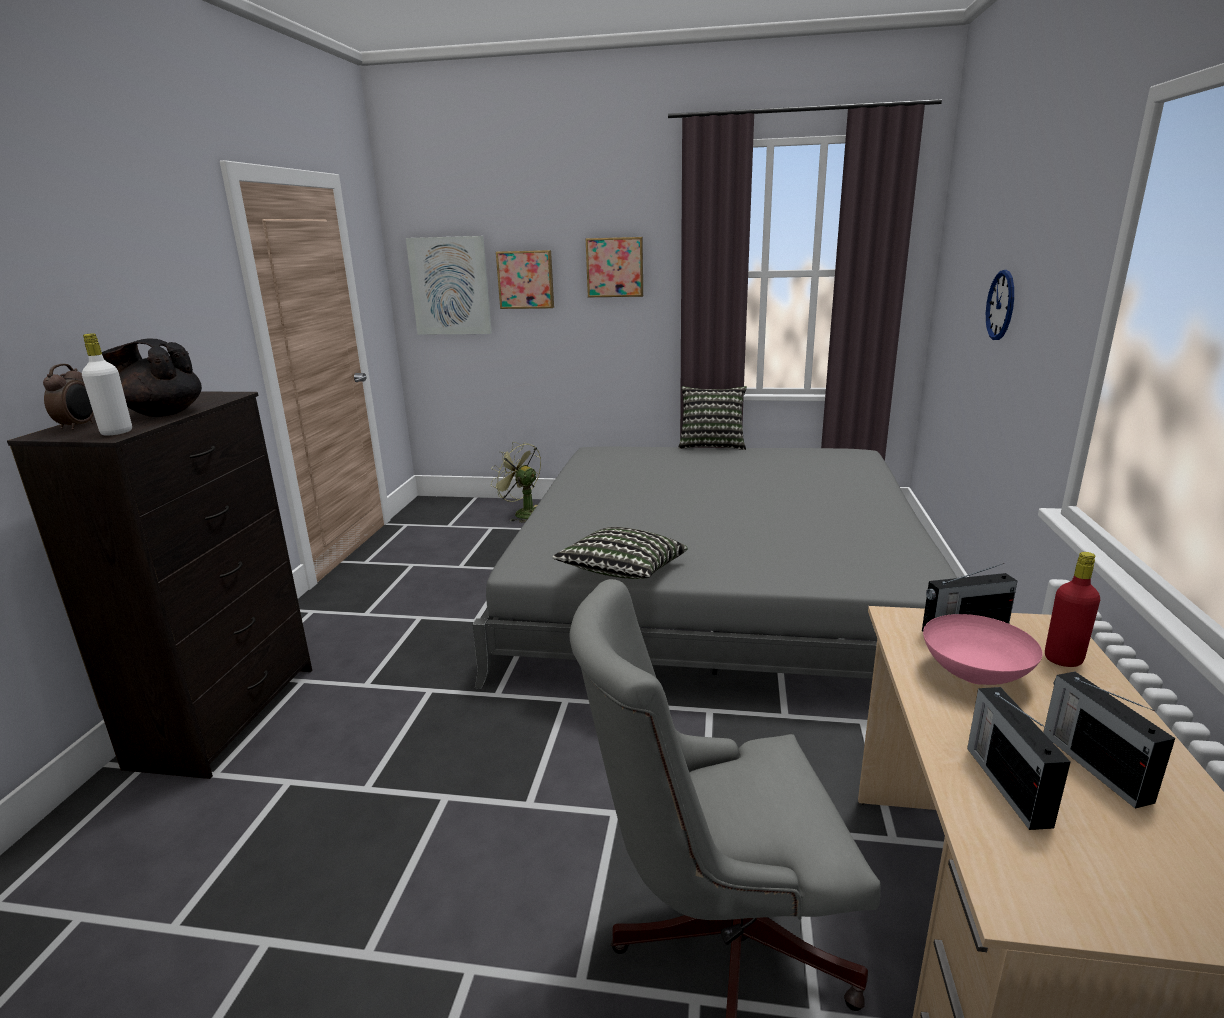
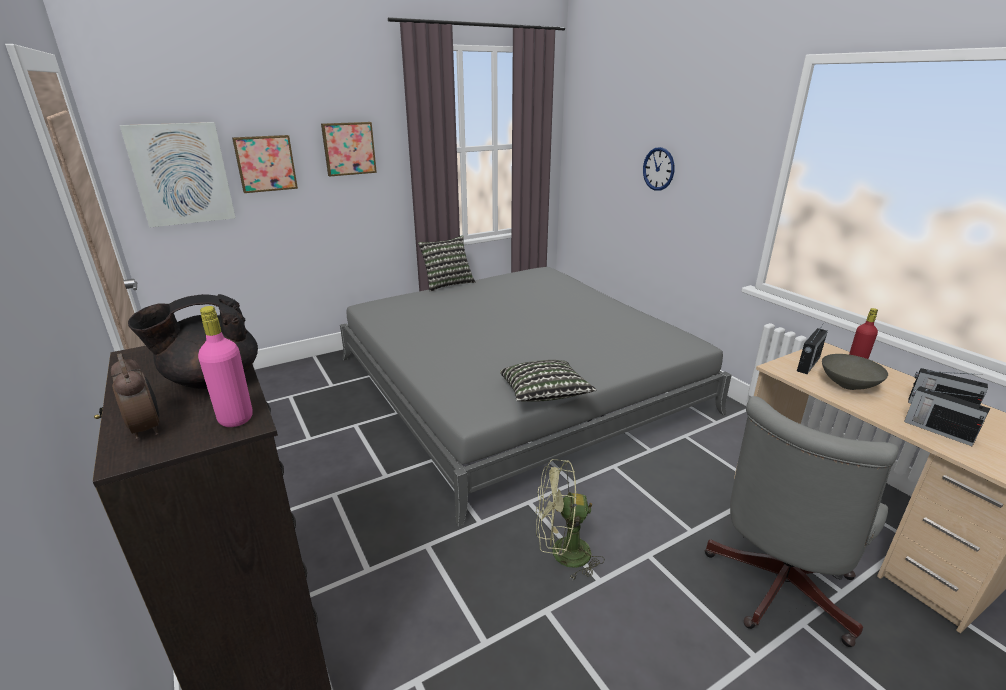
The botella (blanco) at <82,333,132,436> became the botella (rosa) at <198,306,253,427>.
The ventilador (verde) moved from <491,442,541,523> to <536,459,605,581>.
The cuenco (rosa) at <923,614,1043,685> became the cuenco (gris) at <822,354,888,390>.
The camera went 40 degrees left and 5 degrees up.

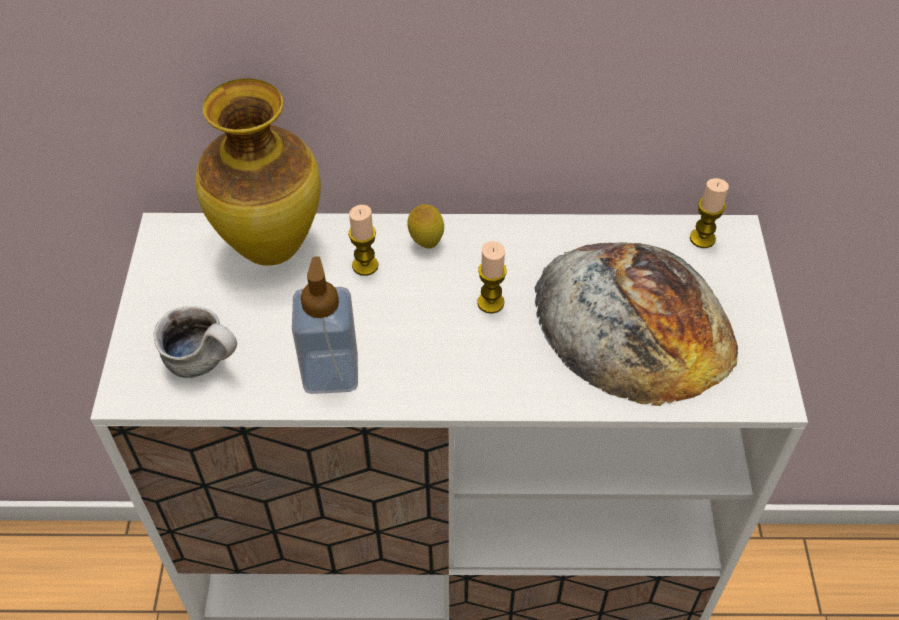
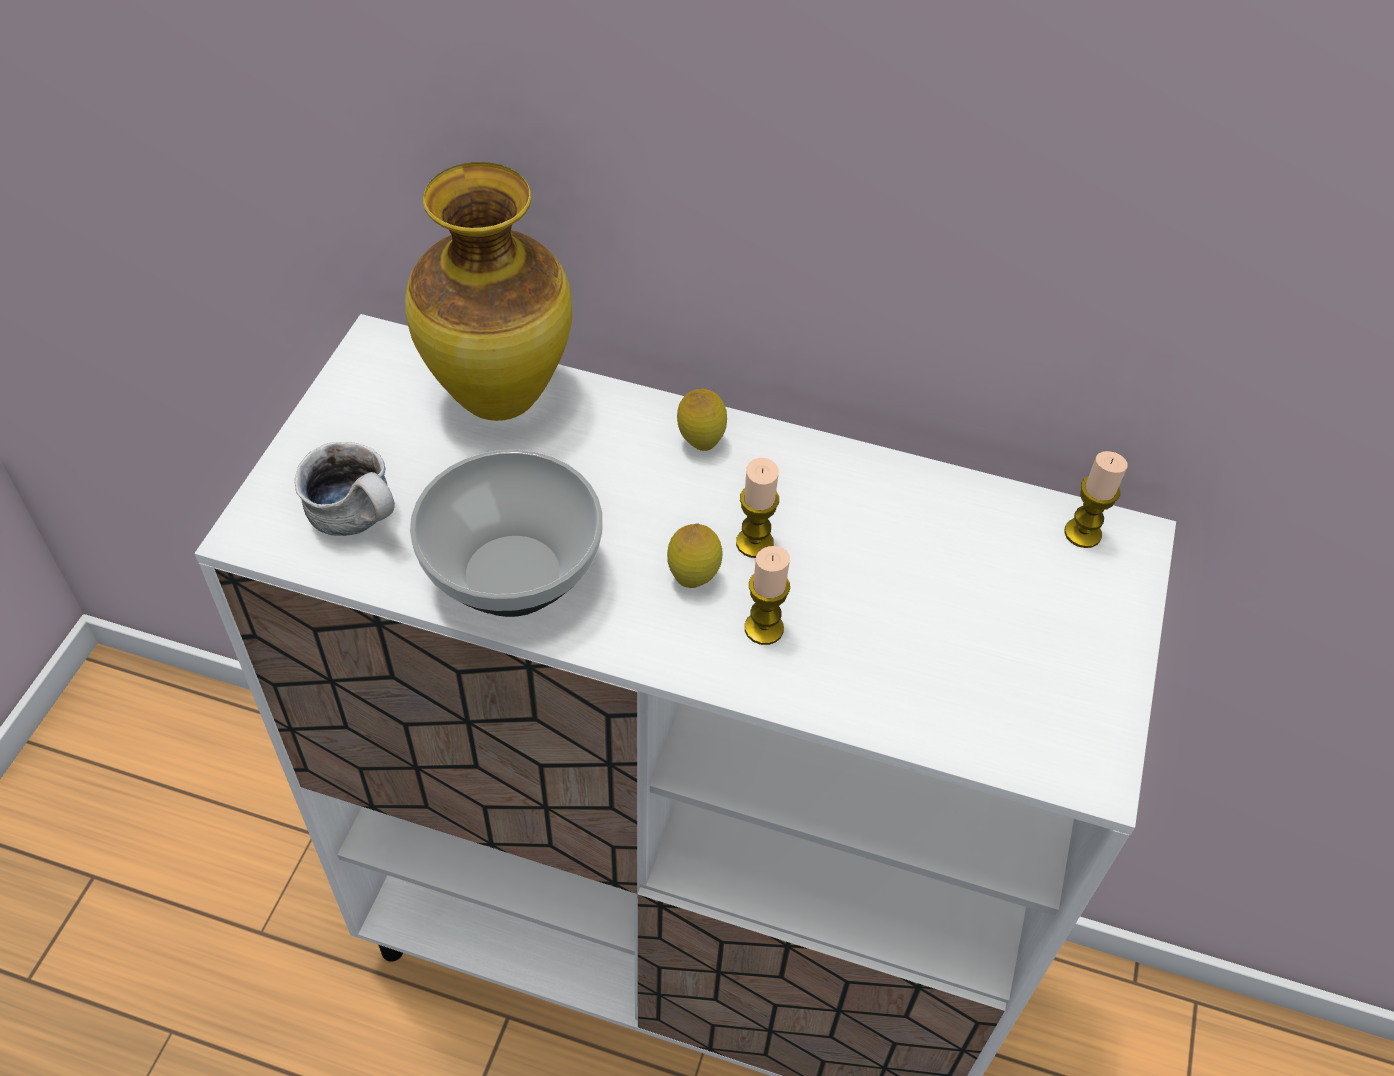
The dispensador de jabón at <292,256,358,394> was replaced by the cuenco at <410,450,603,617>.
The vela moved from <348,205,379,276> to <745,546,790,645>.
The pan at <534,242,738,406> disappeared.
The limón at <667,523,722,588> appeared.
The camera went 15 degrees right and 0 degrees up.

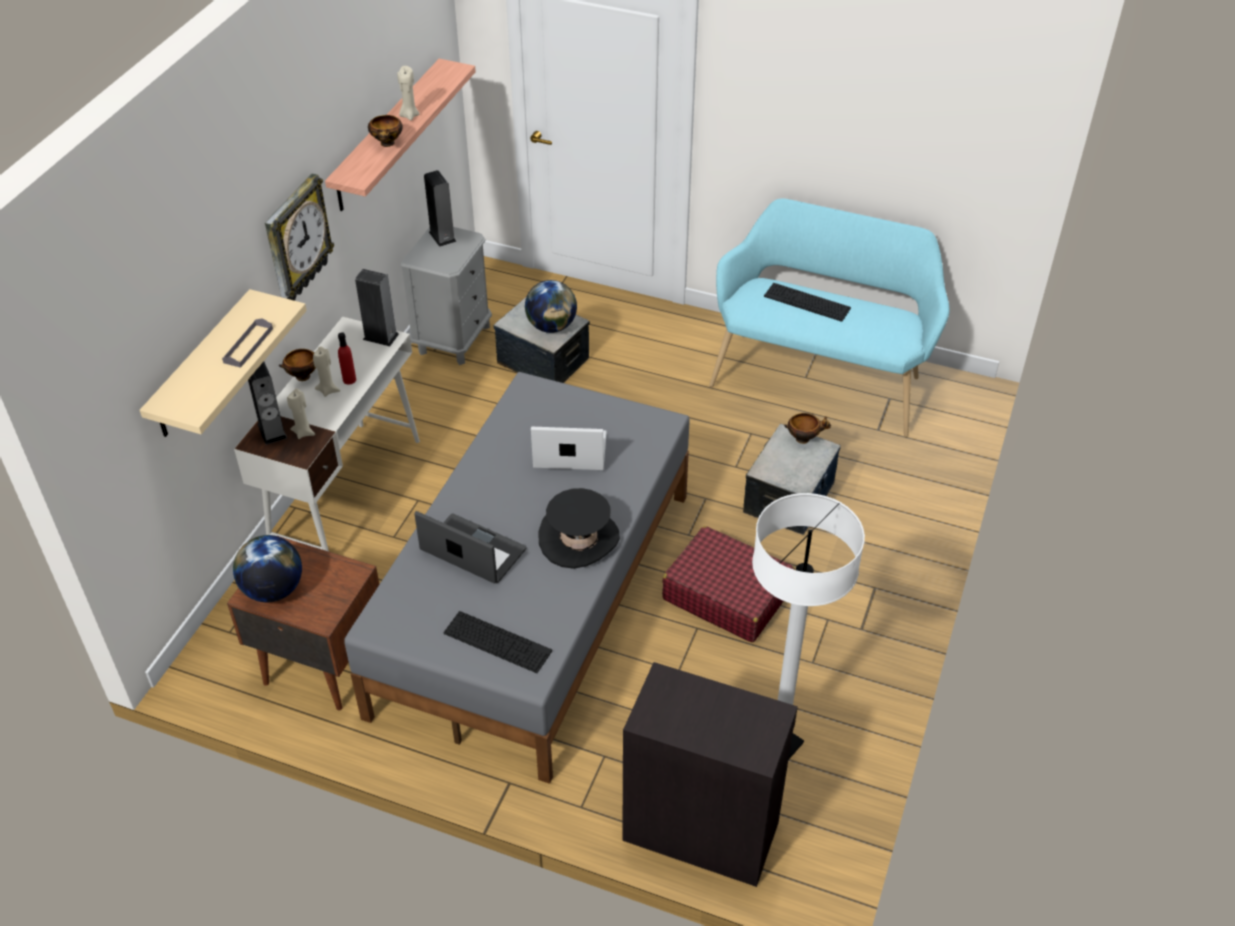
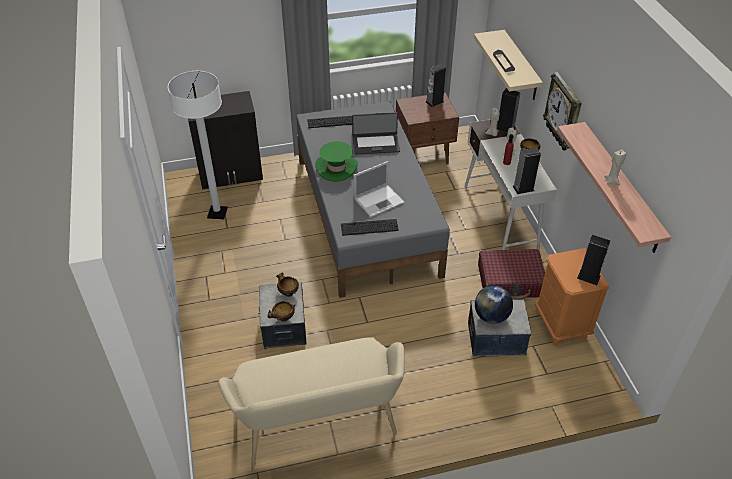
The globo terráqueo at <233,535,302,602> was replaced by the altavoz at <426,64,446,107>.
The cuenco moved from <368,115,403,147> to <276,272,299,297>.
The mesita de noche (gris) at <400,227,492,365> became the mesita de noche (naranja) at <535,248,609,347>.
The sombrero (negro) at <538,488,620,569> became the sombrero (verde) at <316,141,358,182>.
The maleta (rojo) moved from <662,526,795,642> to <478,249,545,300>.
The banco (turquesa) at <709,199,949,437> became the banco (beis) at <218,337,405,467>.
The teclado moved from <764,283,851,322> to <341,219,399,236>.
The camera went 145 degrees right and 0 degrees up.

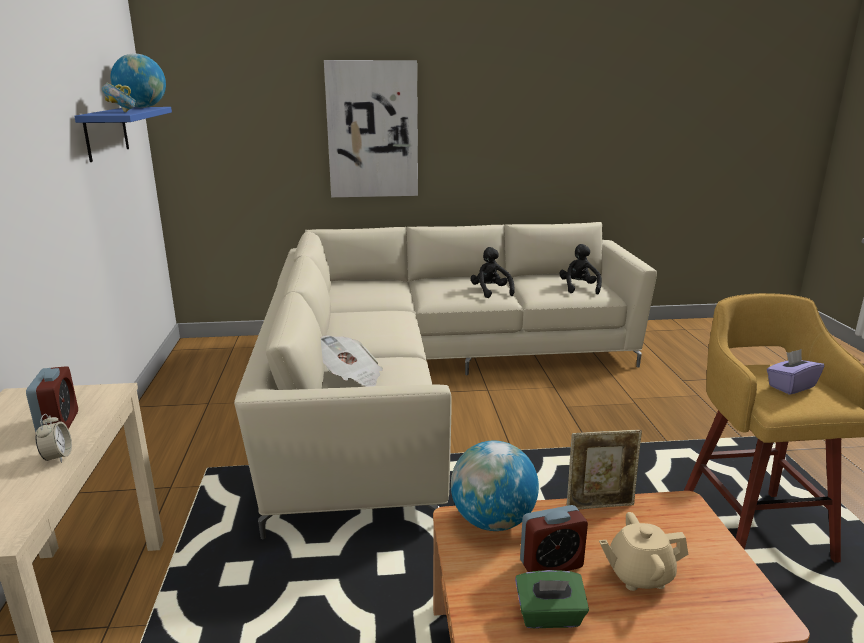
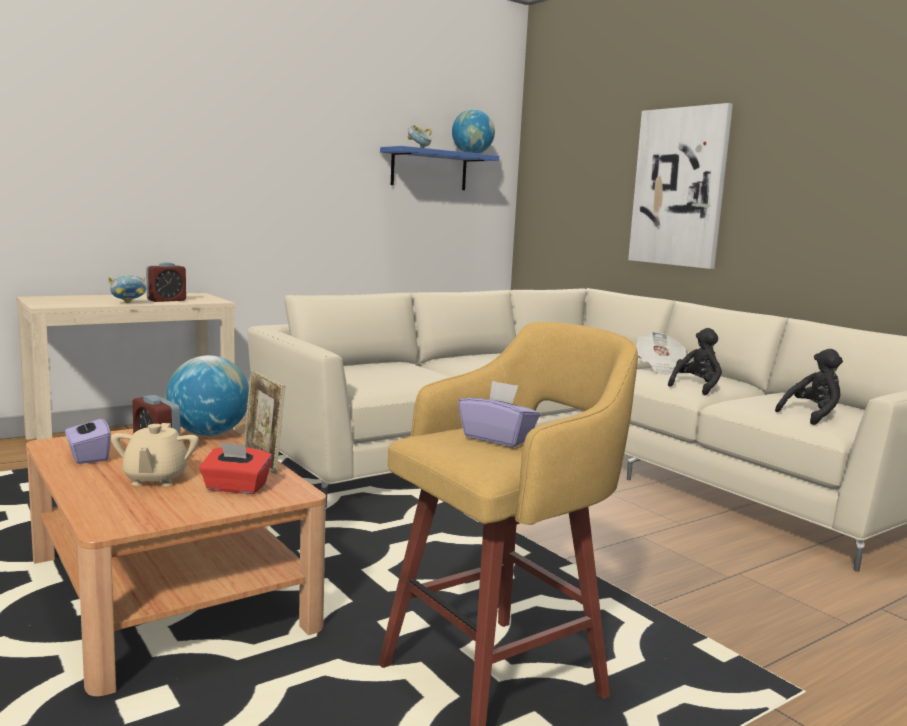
The despertador at <36,414,72,463> was replaced by the cuenco at <108,275,146,303>.
The periódico moved from <321,335,383,387> to <636,332,690,375>.
The caja de pañuelos (verde) at <515,570,589,629> became the caja de pañuelos (morado) at <65,411,111,464>.
The tetera (beis) at <599,512,688,591> turned 150 degrees counterclockwise.
The caja de pañuelos (rojo) at <199,442,272,494> appeared.
The camera went 60 degrees right and 10 degrees down.

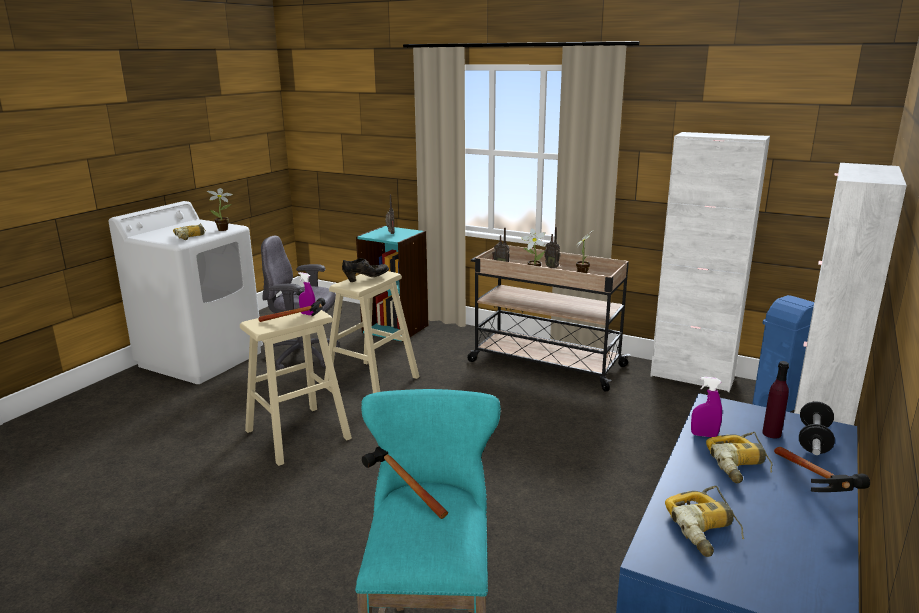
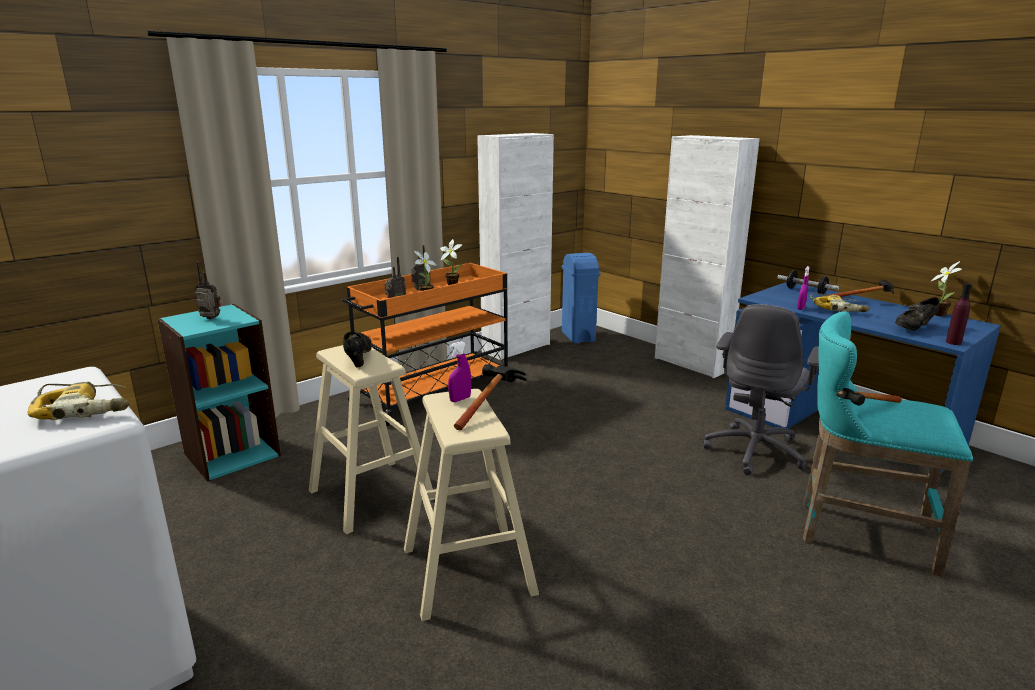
The planta en maceta moved from <207,188,233,231> to <931,261,962,317>.
The silla de oficina (gris) moved from <261,236,340,370> to <704,304,819,475>.
The carrito (beis) at <467,245,631,392> became the carrito (naranja) at <342,263,516,426>.
The taladro at <665,486,744,557> was replaced by the zapato (negro) at <895,297,940,331>.
The botella (morado) moved from <762,361,789,438> to <946,283,972,345>.
The camera went 70 degrees left and 0 degrees up.

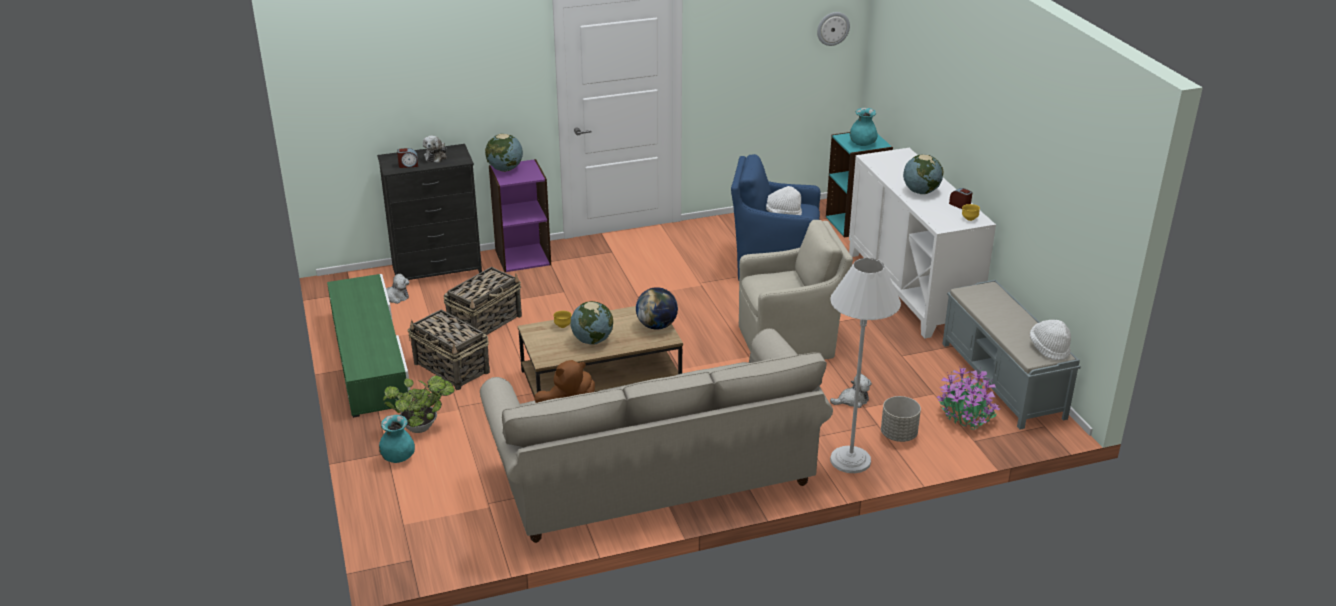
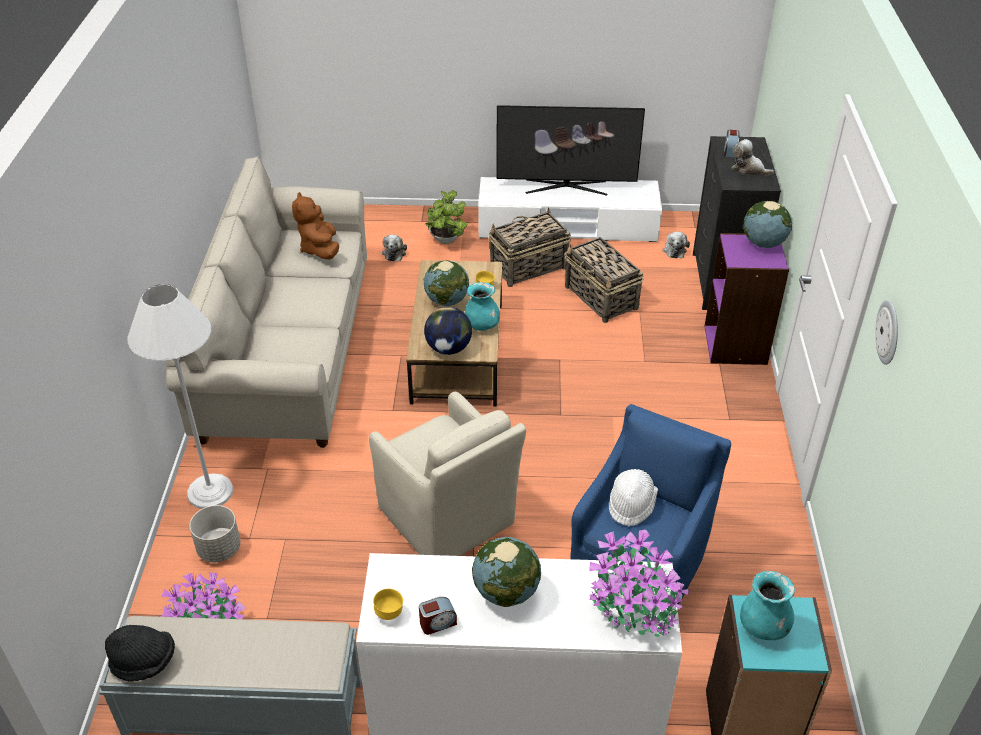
The mueble de televisión (verde) at <327,274,410,418> became the mueble de televisión (blanco) at <478,177,662,242>.
The florero (turquesa) moved from <379,415,415,463> to <465,282,500,331>.
The sillón (beis) at <739,220,853,359> turned 45 degrees counterclockwise.
The reloj de pared moved from <817,12,850,46> to <875,300,898,365>.
The peluche moved from <830,374,872,408> to <382,234,407,261>.
The sombrero (blanco) at <1030,320,1071,360> became the sombrero (negro) at <105,625,175,682>.
The televisor at <496,105,645,196> appeared.
The planta en maceta at <589,530,689,637> appeared.
The camera went 110 degrees right and 10 degrees up.

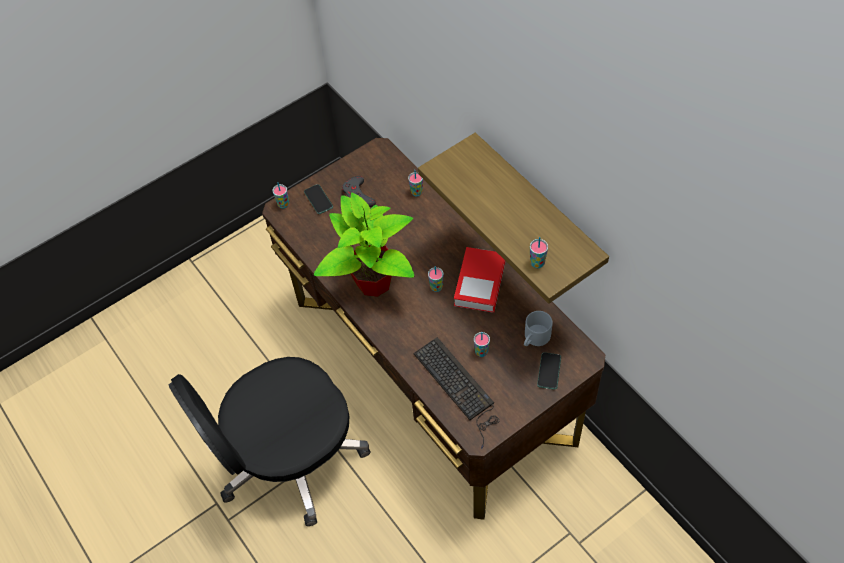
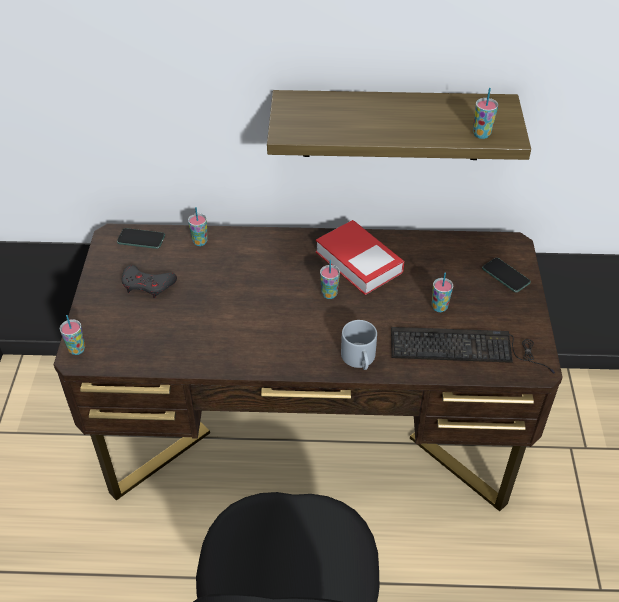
The móvil moved from <304,184,333,214> to <117,228,165,249>.
The planta en maceta at <314,192,414,297> disappeared.
The taza grande (gris) moved from <524,311,553,346> to <341,320,377,370>.
The camera went 55 degrees left and 10 degrees down.

